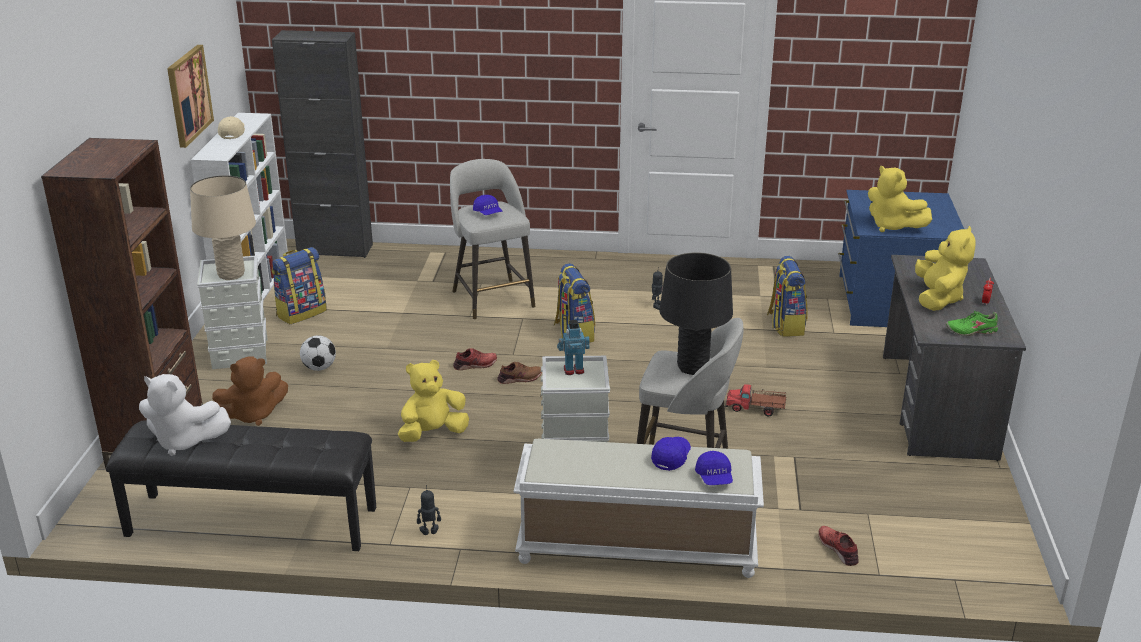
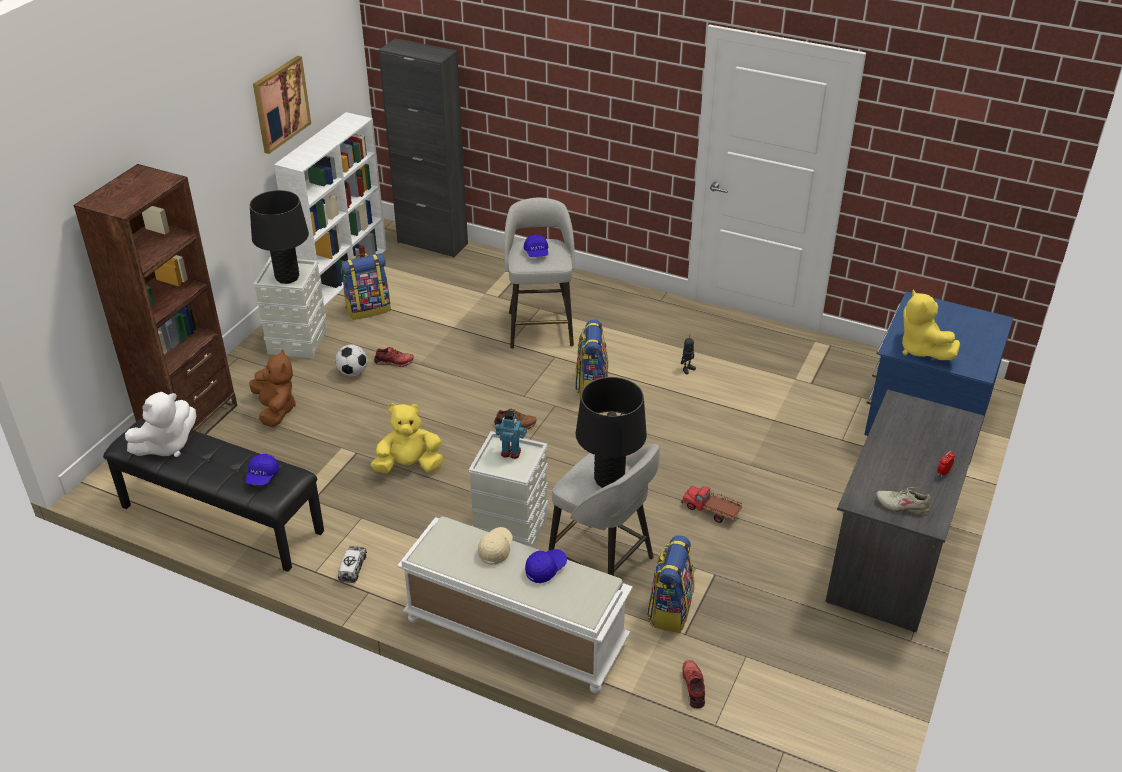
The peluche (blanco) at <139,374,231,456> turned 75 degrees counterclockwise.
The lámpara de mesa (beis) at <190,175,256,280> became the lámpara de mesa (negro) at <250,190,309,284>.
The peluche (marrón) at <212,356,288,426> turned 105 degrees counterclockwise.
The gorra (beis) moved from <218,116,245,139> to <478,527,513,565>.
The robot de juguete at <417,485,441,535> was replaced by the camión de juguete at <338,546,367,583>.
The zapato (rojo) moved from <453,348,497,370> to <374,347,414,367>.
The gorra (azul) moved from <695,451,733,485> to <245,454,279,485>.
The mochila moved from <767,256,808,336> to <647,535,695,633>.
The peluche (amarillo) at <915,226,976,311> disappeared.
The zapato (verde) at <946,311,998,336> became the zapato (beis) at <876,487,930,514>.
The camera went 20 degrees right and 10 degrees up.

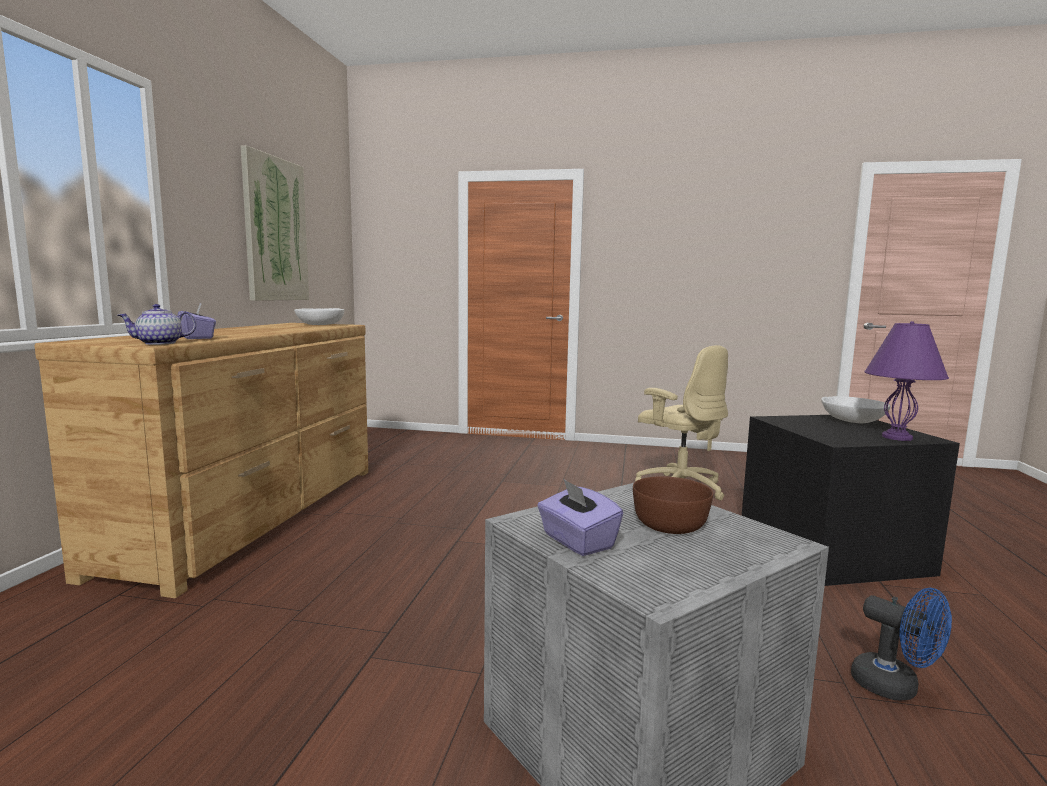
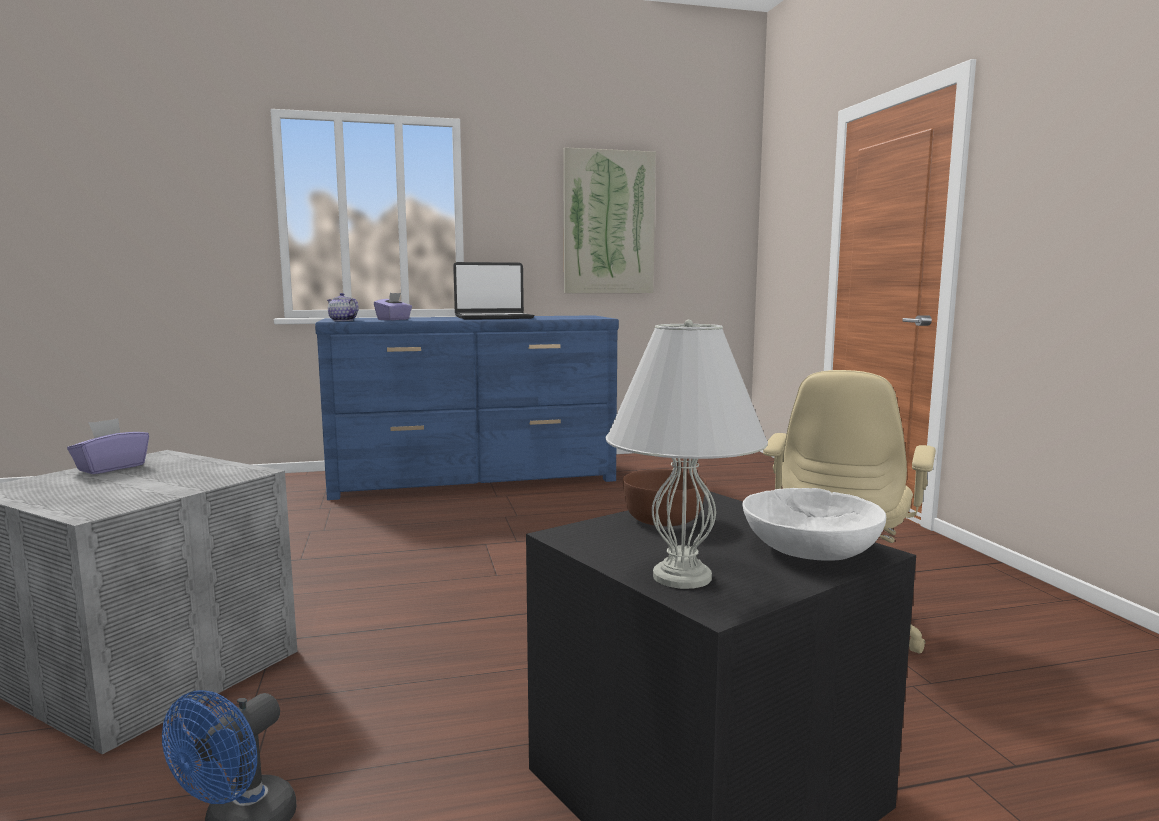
The cómoda (marrón) at <34,323,368,598> became the cómoda (azul) at <315,315,619,500>.
The cuenco (blanco) at <294,308,345,325> disappeared.
The cuenco (marrón) moved from <633,476,713,534> to <623,469,706,526>.
The lámpara de mesa (morado) at <864,321,949,441> became the lámpara de mesa (blanco) at <605,320,768,589>.
The portátil at <453,262,534,320> appeared.
The camera went 65 degrees right and 0 degrees up.

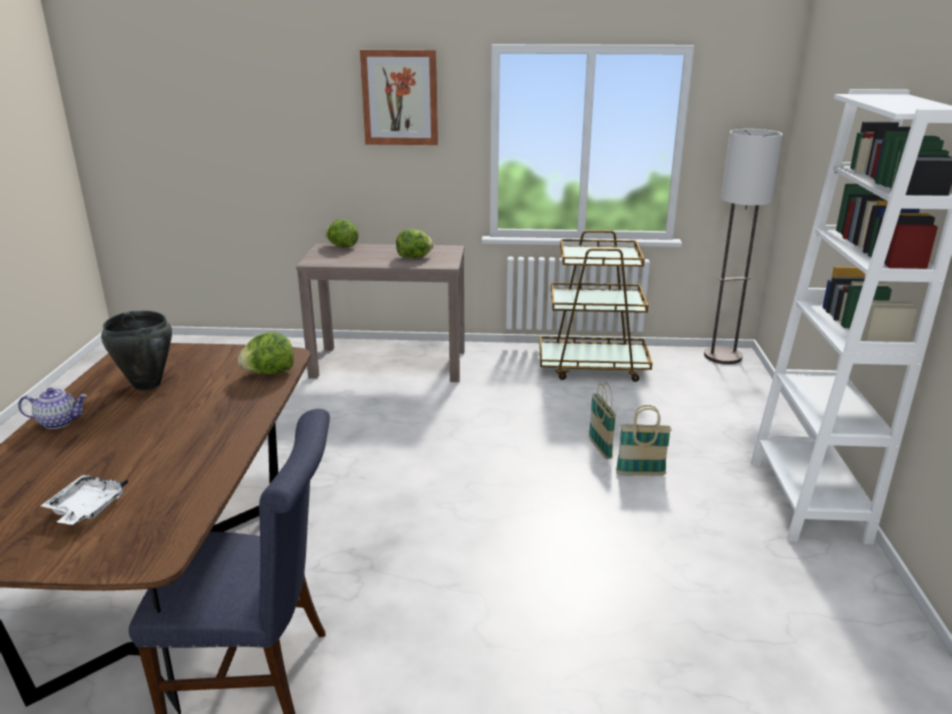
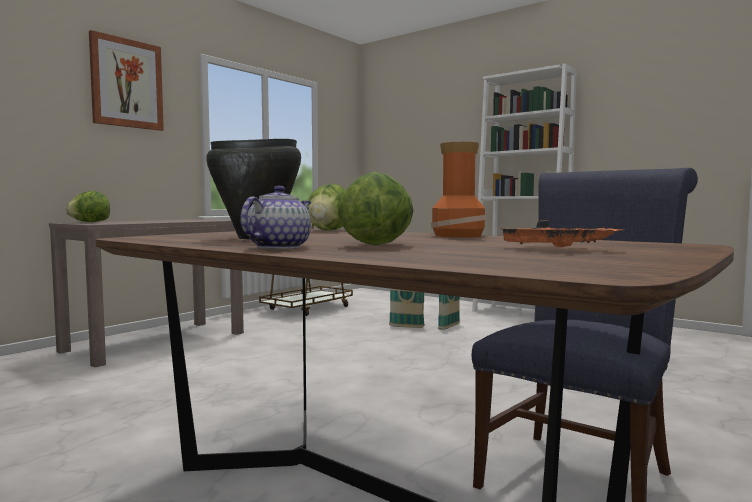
The bandeja (blanco) at <41,475,128,525> became the bandeja (naranja) at <499,220,625,247>.
The lechuga moved from <396,229,434,258> to <338,172,414,246>.
The lámpara de pie at <704,129,783,364> disappeared.
The florero at <431,142,486,238> appeared.
The camera went 55 degrees left and 20 degrees down.

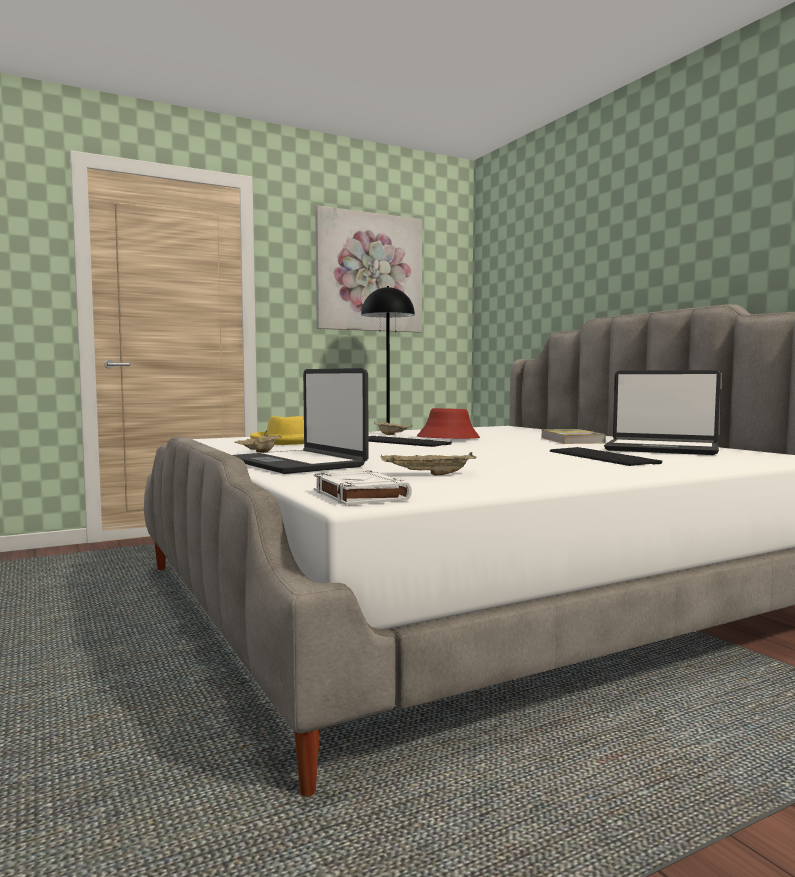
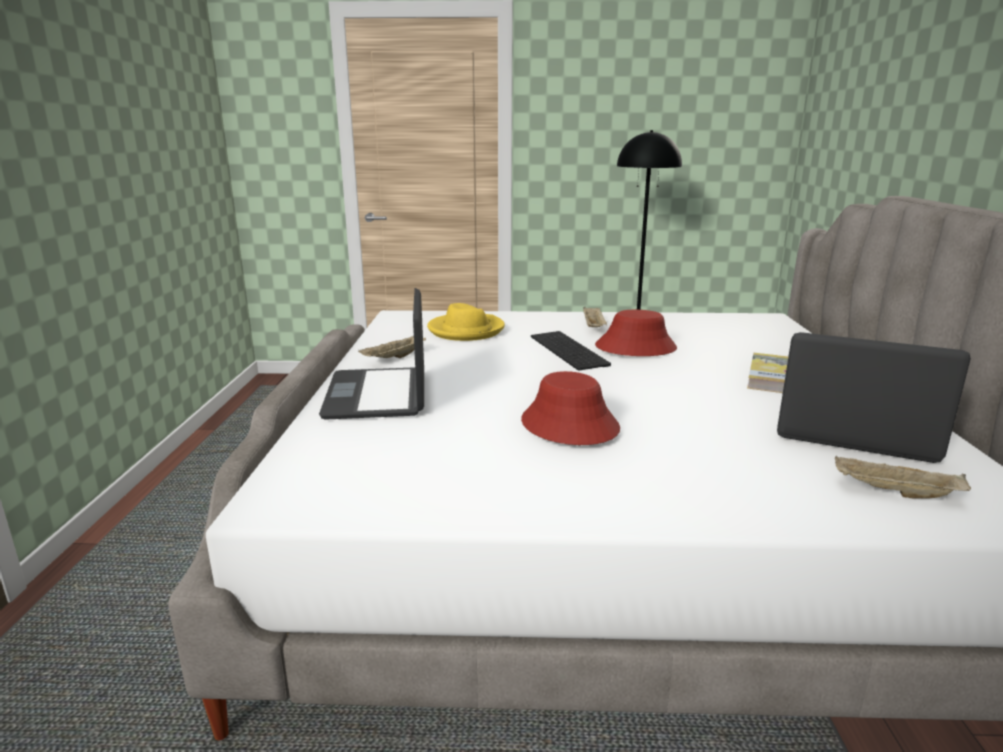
The libro (blanco) at <314,470,412,505> disappeared.
The cuadro at <315,206,422,332> disappeared.
The bandeja (beis) moved from <380,452,477,476> to <835,456,971,499>.
The teclado at <550,447,662,466> disappeared.
The portátil at <604,370,721,455> turned 150 degrees clockwise.
The sombrero (rojo) at <521,371,620,445> appeared.
The camera went 30 degrees right and 15 degrees up.

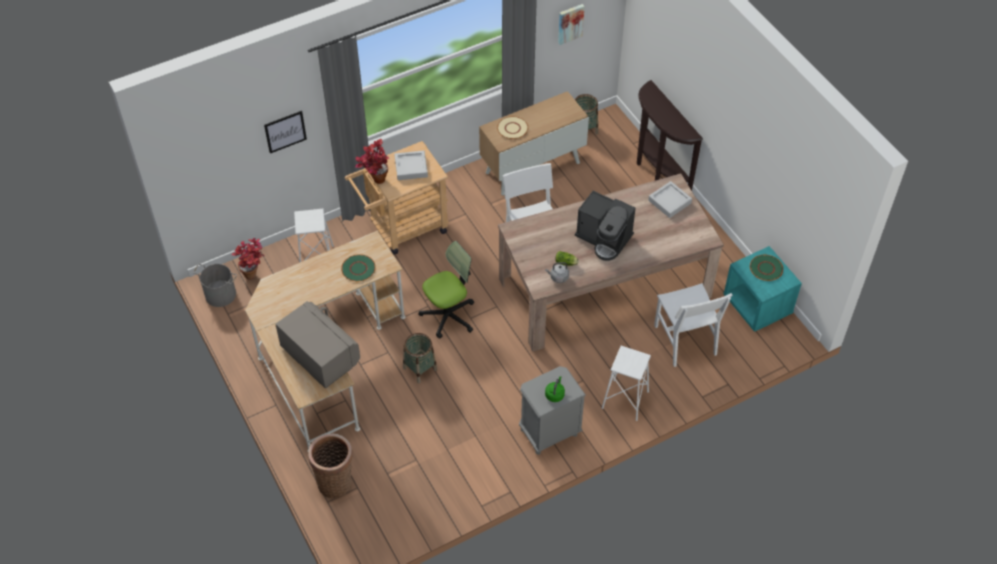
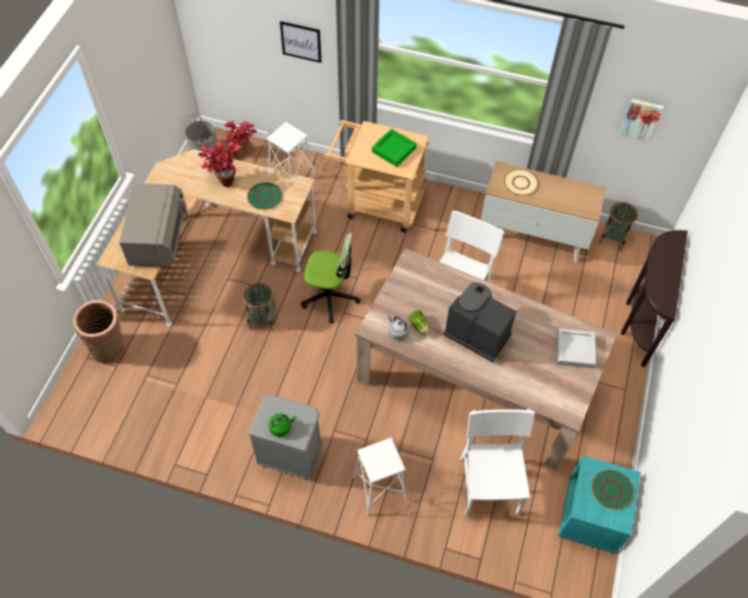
The planta en maceta moved from <355,139,389,184> to <198,141,240,187>.
The bandeja (gris) at <394,151,428,180> became the bandeja (verde) at <372,129,416,167>.
The cafetera at <575,191,636,261> turned 135 degrees clockwise.
The silla (blanco) at <654,283,732,367> turned 150 degrees clockwise.
The camera went 45 degrees right and 5 degrees up.

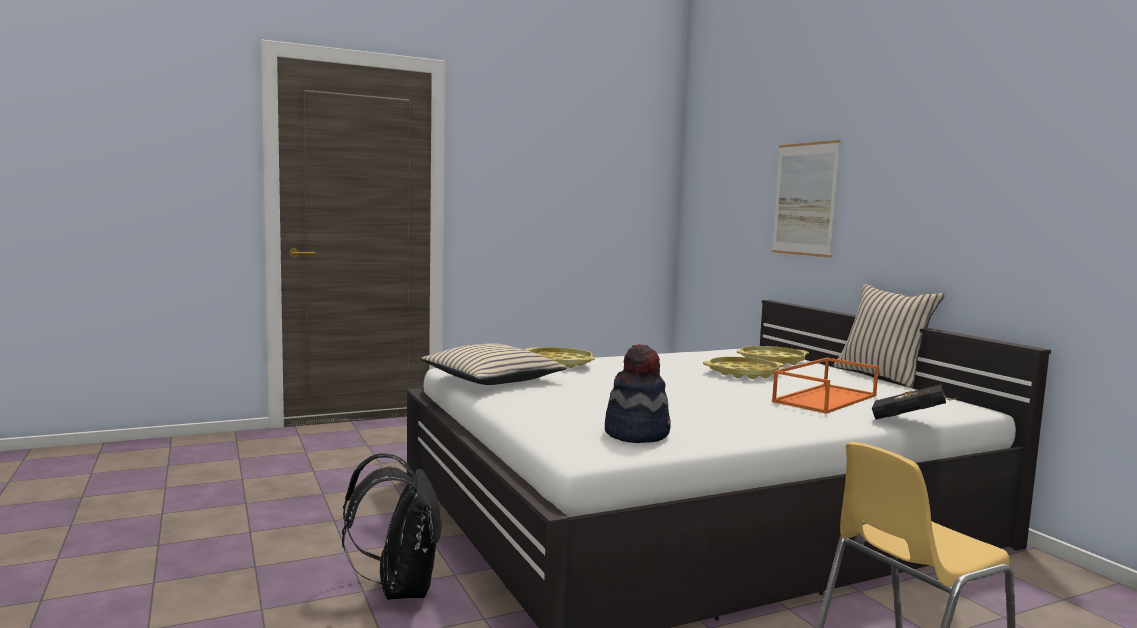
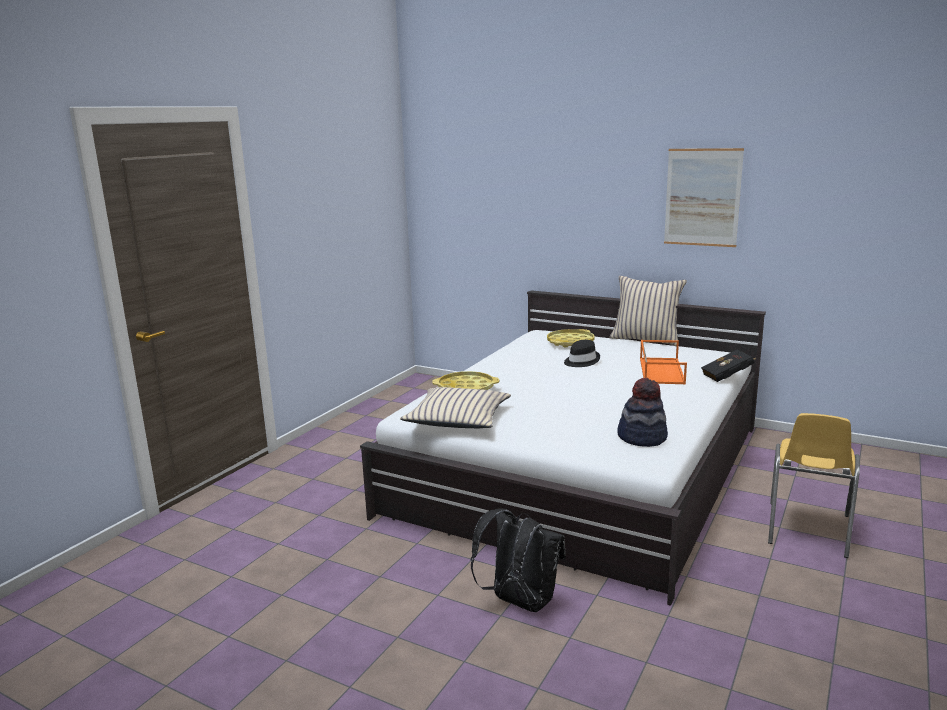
The bandeja (amarillo) at <703,357,784,379> was replaced by the sombrero (negro) at <564,340,600,367>.
The cuadro moved from <772,140,841,258> to <664,148,744,247>.
The camera went 35 degrees left and 10 degrees up.

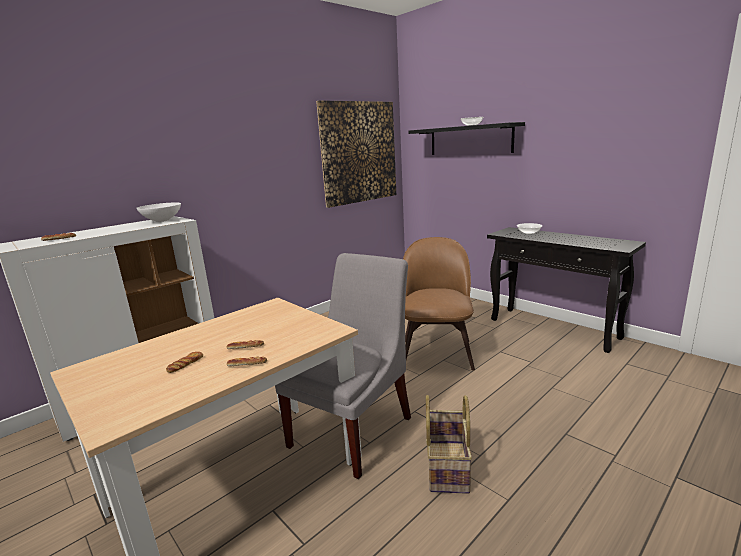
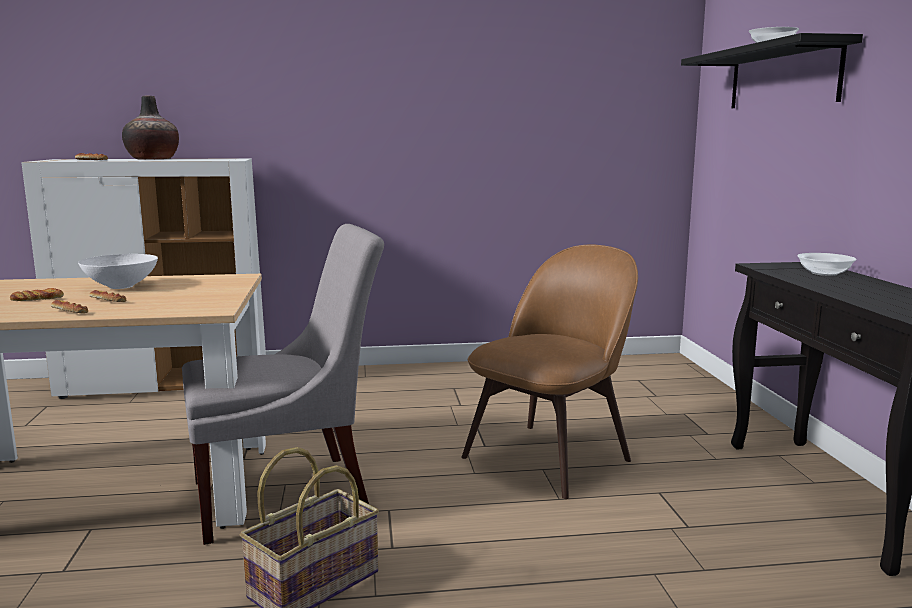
The cuenco (blanco) moved from <136,203,181,222> to <78,254,158,289>.
The cuadro at <316,100,396,208> disappeared.
The florero at <122,96,179,160> appeared.
The camera went 35 degrees right and 5 degrees down.

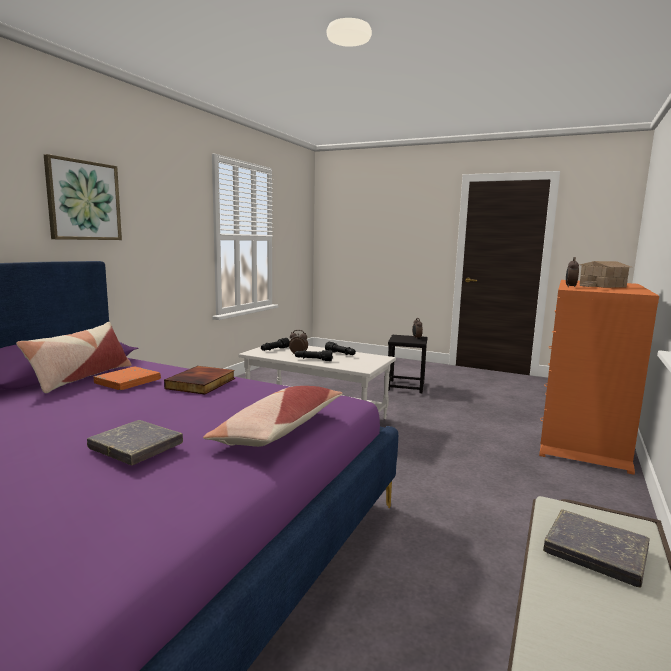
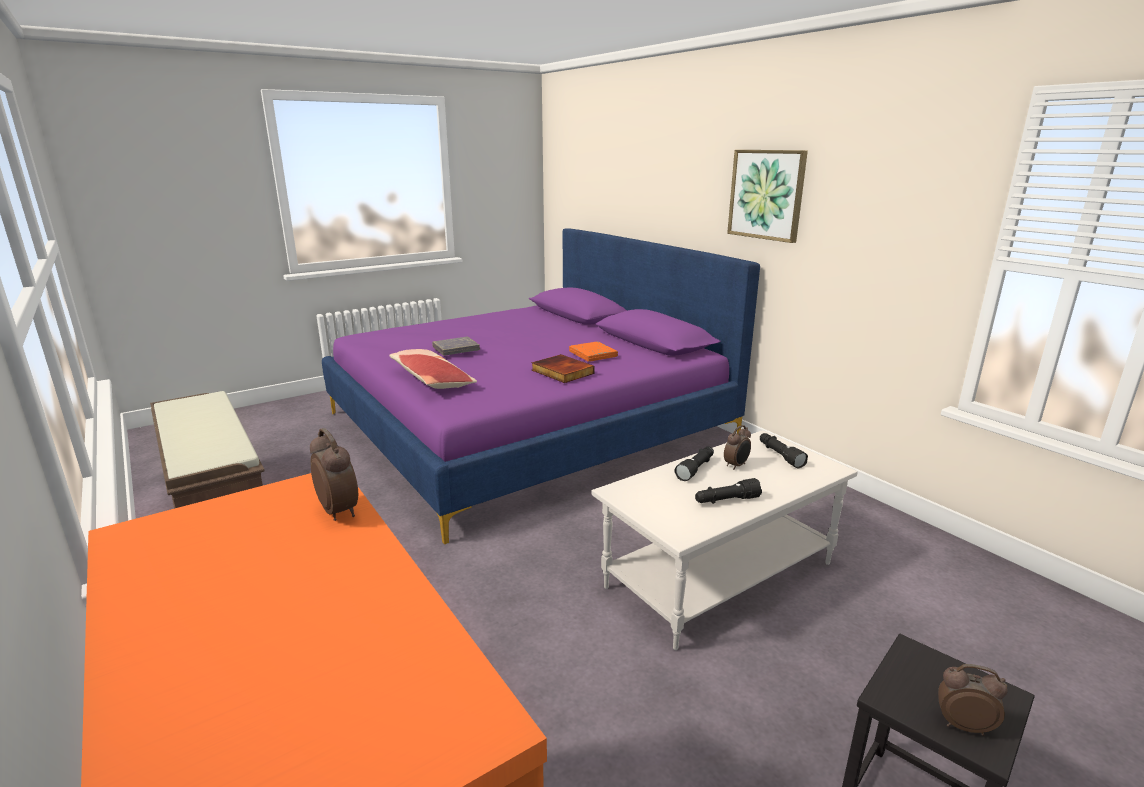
The cojín at <16,322,132,393> disappeared.
The libro (gris) at <543,509,650,588> disappeared.
The casita at <579,261,631,288> disappeared.
The camera went 120 degrees right and 10 degrees up.

